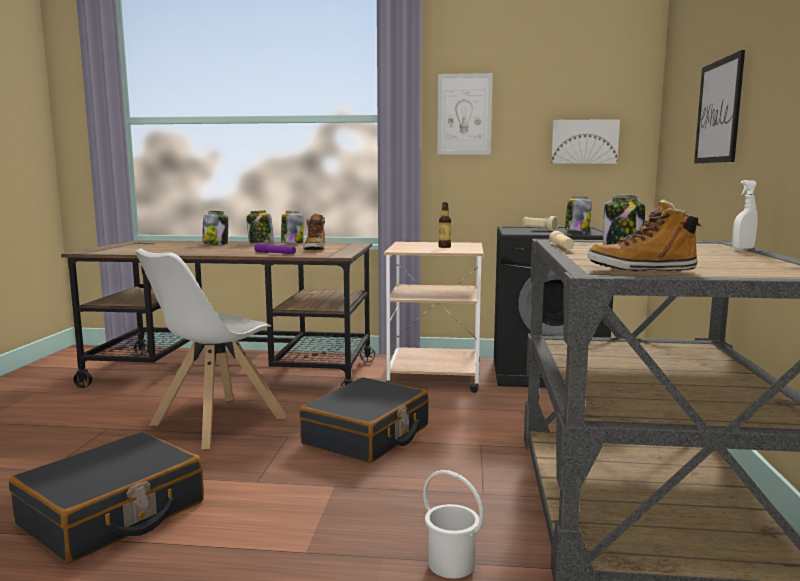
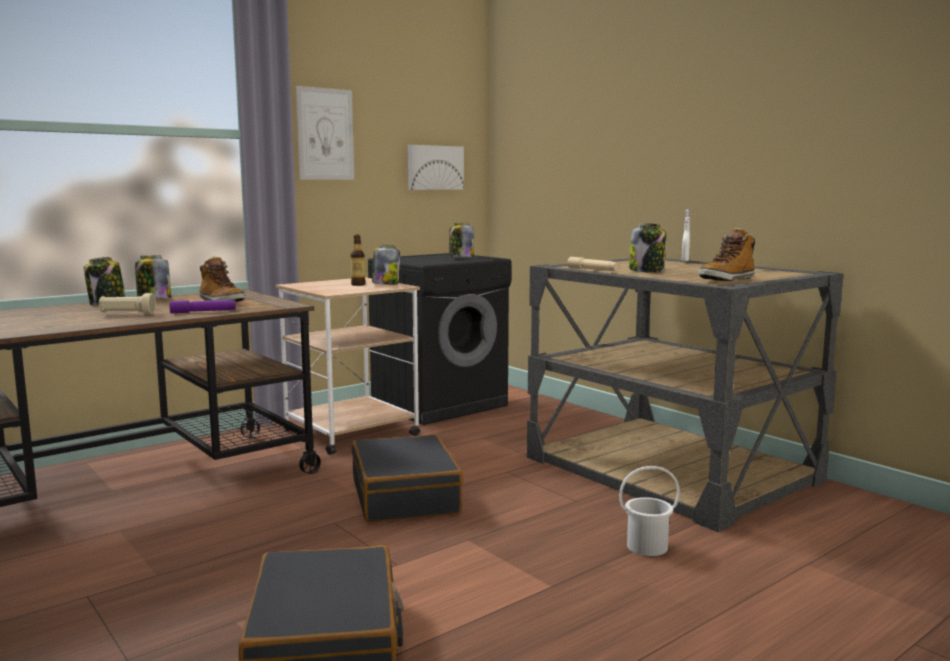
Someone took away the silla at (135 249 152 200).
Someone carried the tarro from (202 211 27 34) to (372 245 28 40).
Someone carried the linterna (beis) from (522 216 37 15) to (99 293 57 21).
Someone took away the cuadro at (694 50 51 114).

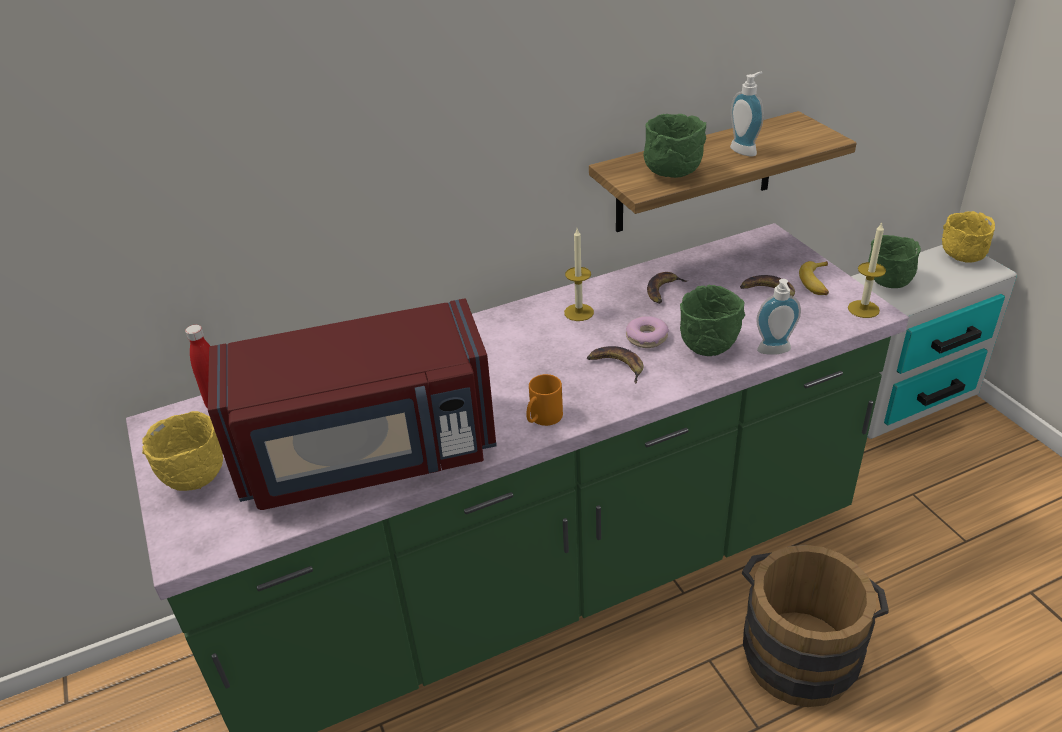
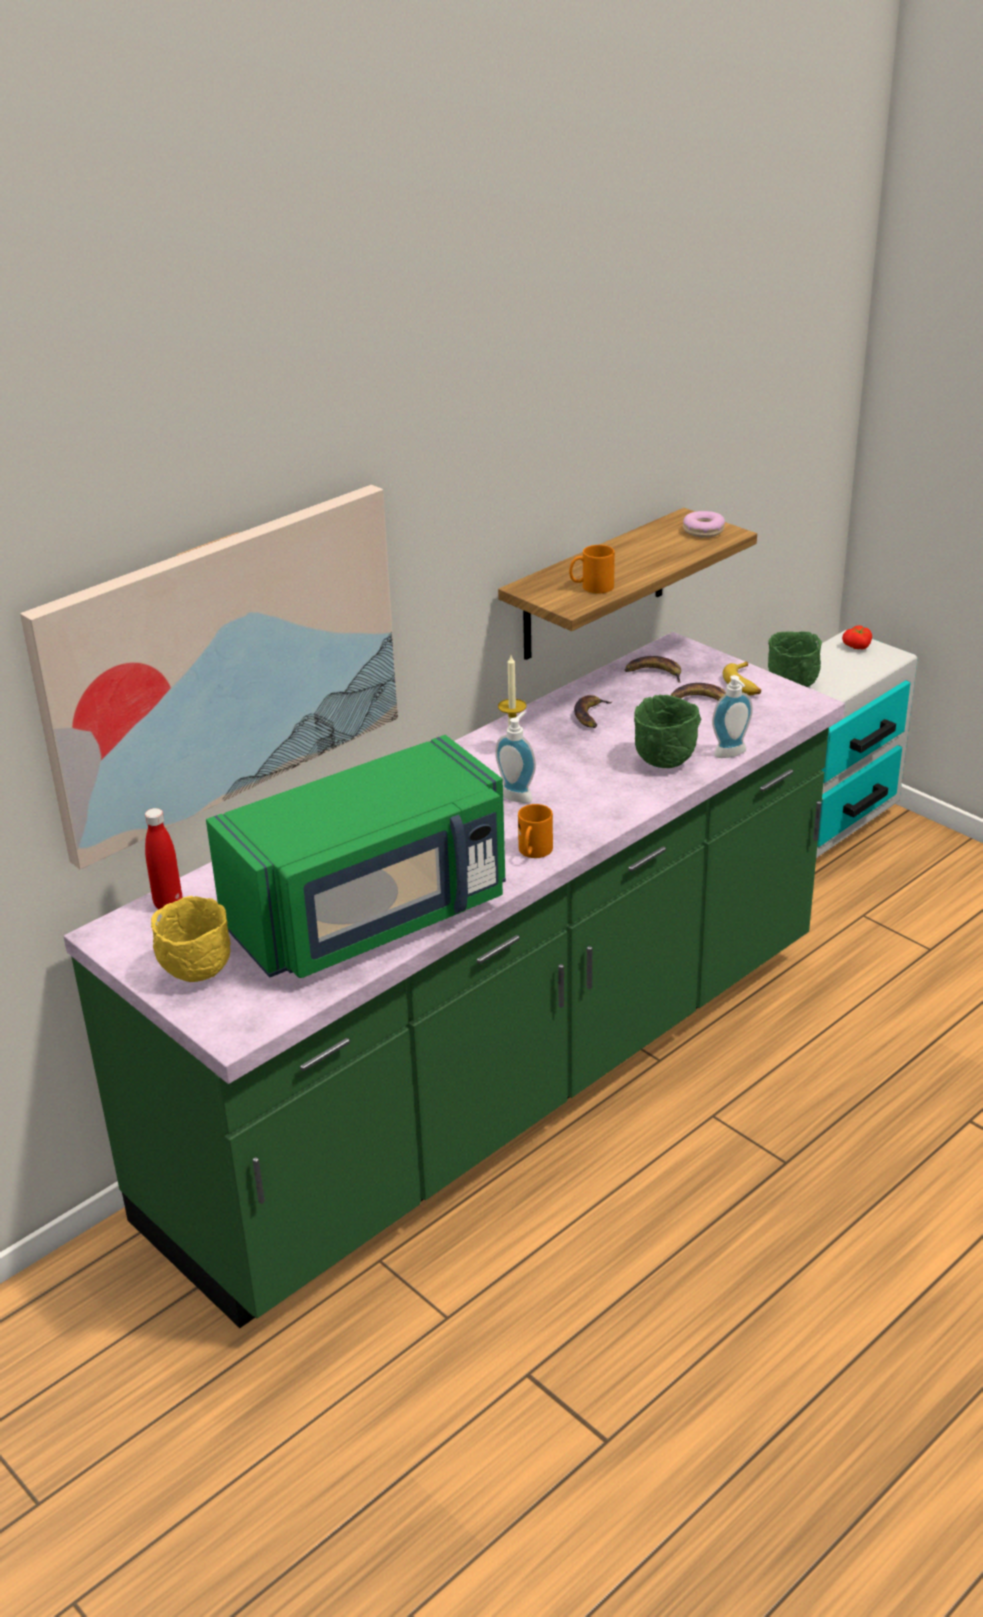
Someone repainted the microondas (rojo) at (208 298 289 212), which became the microondas (verde) at (206 735 300 243).
Someone carried the plátano from (587 346 57 37) to (625 656 56 27).
Someone carried the rosquilla from (626 316 43 32) to (683 511 42 27).
Someone swapped the cuenco (verde) at (643 114 63 64) for the taza grande (naranja) at (569 545 46 49).
Someone carried the dispensador de jabón from (730 72 34 84) to (495 712 41 91).
Someone took away the cubo (marrón) at (742 545 147 162).
Someone took away the vela at (848 222 38 96).
Someone swapped the cuenco (amarillo) at (942 211 53 52) for the tomate at (842 625 30 24).
Someone put up the cuadro at (20 485 378 384).

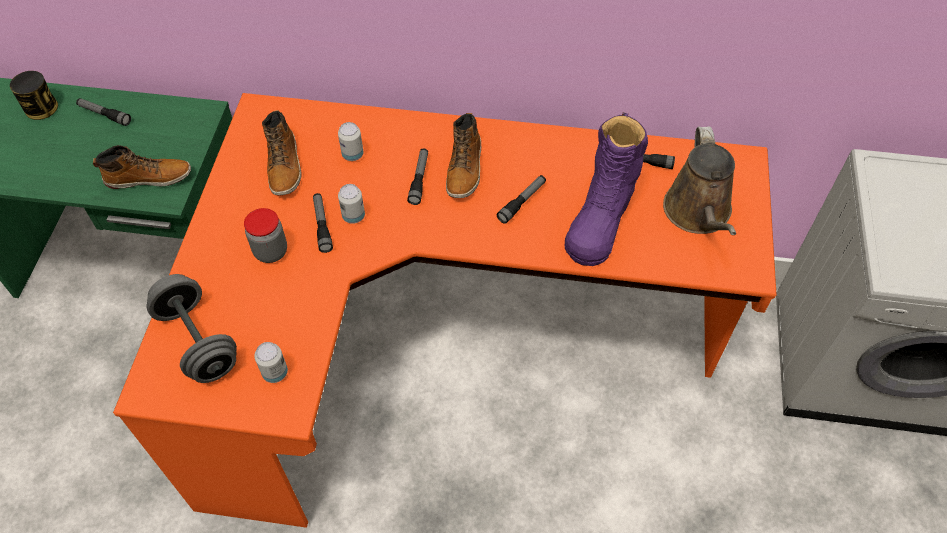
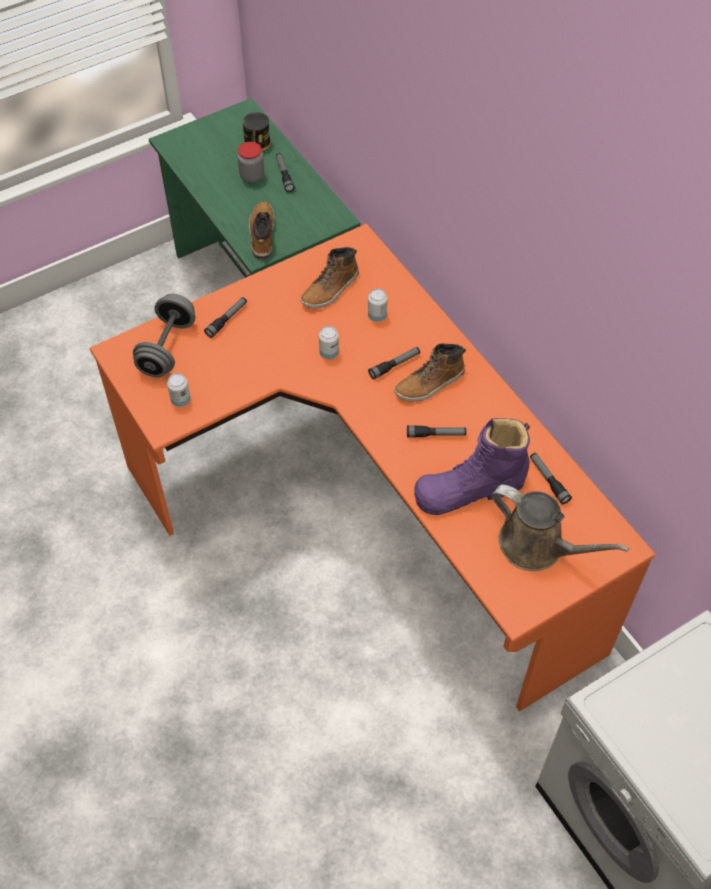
Someone rotated the bota at (93 145 98 44) by 135 degrees counterclockwise.
Someone carried the tarro from (244 208 43 55) to (238 142 26 41).
Someone carried the linterna from (313 193 20 60) to (204 297 43 41).
Someone rotated the regadera (marrón) at (663 126 73 109) by 105 degrees counterclockwise.

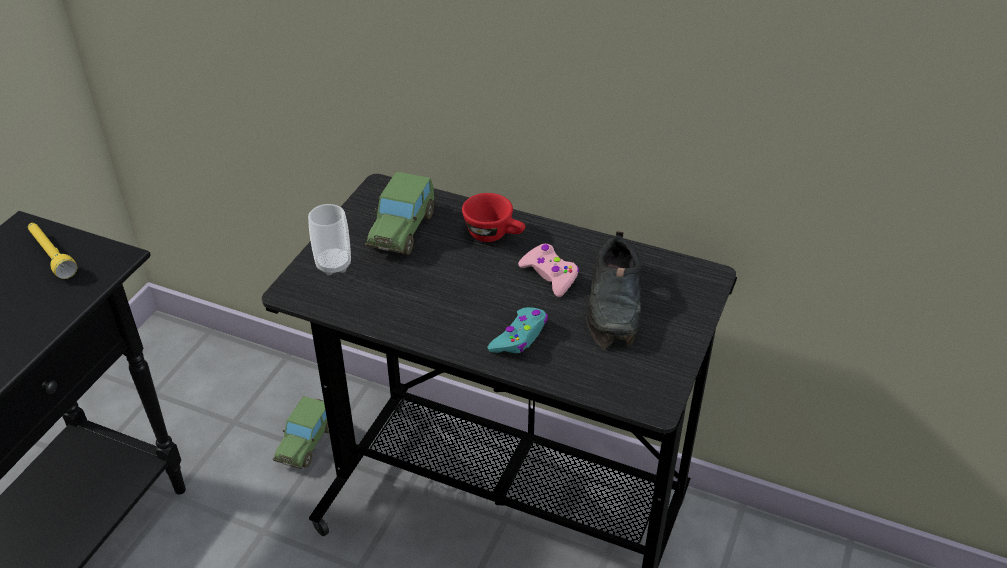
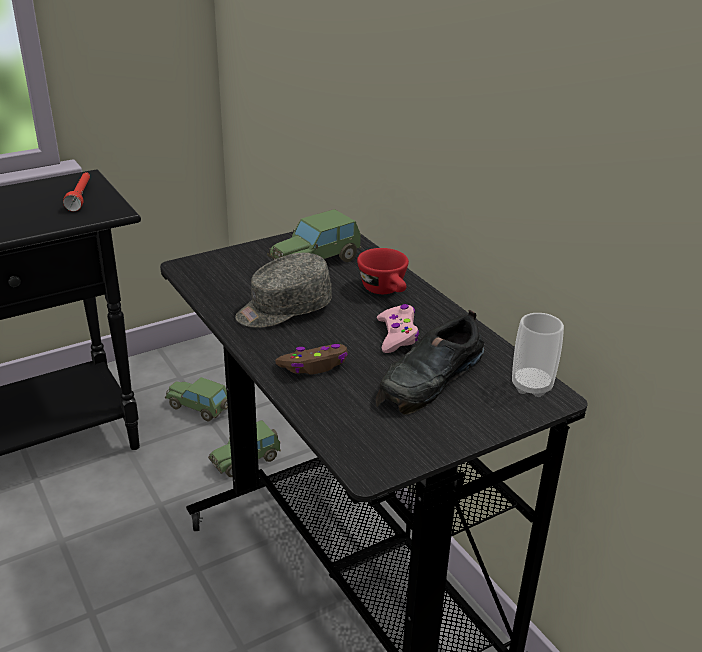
Someone repainted the linterna (amarillo) at (28 223 49 56), which became the linterna (rojo) at (63 172 27 40).
Someone carried the taza from (308 204 43 71) to (512 313 52 84).
Someone repainted the mando de consola (turquesa) at (488 307 60 46), which became the mando de consola (marrón) at (275 344 73 30).
Someone put down the coche de juguete at (165 377 63 44).
Someone put down the gorra (gris) at (235 253 97 75).

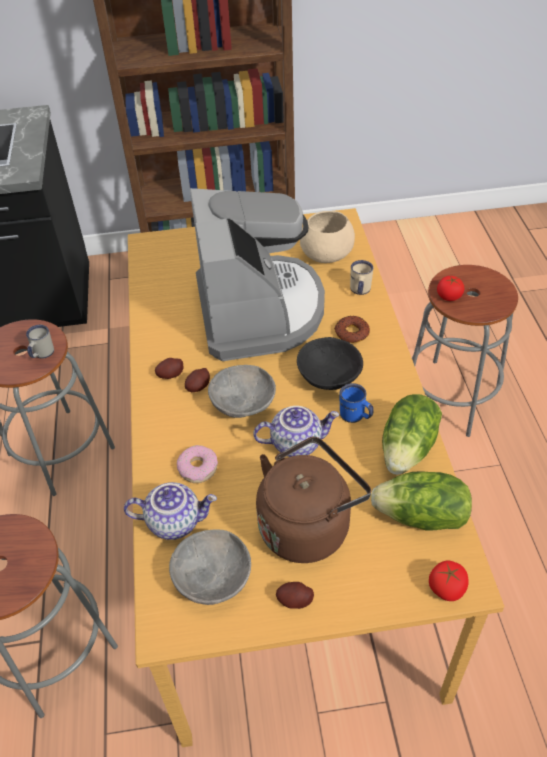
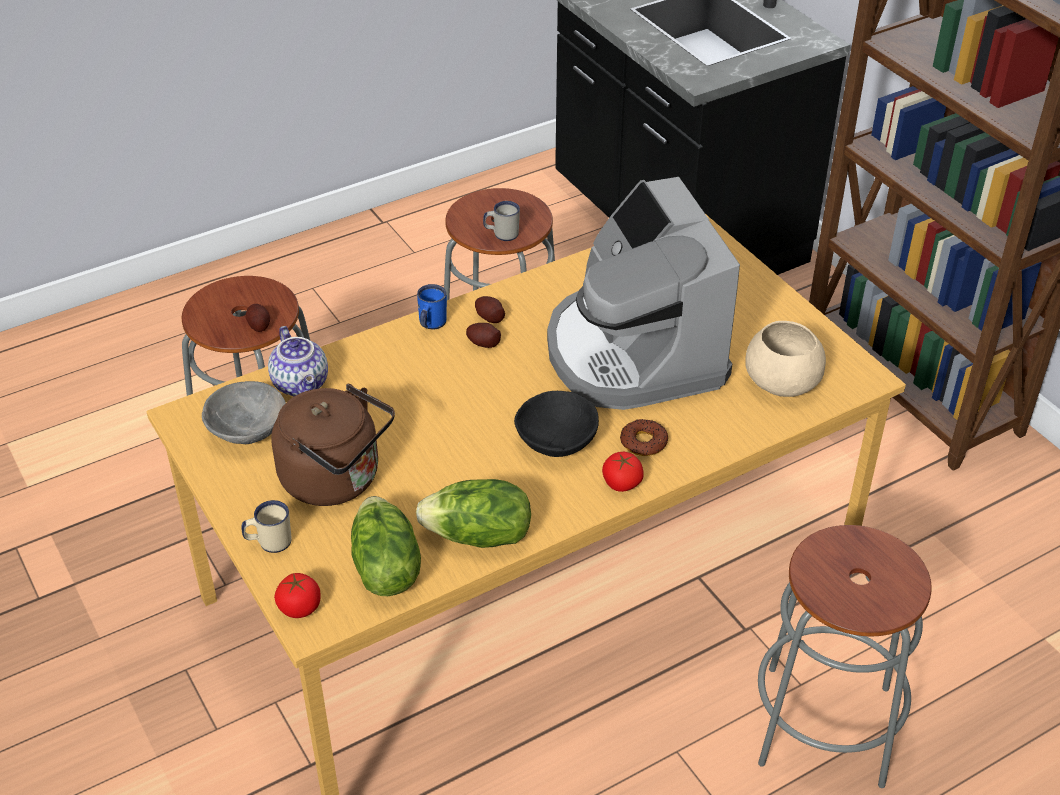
Someone took away the rosquilla at (177 445 41 38).
Someone rotated the cafetera at (190 188 135 173) by 105 degrees clockwise.
Someone took away the cuenco (gris) at (208 365 68 53).
Someone took away the tetera at (253 406 86 51).
Someone carried the patata from (276 582 38 27) to (245 304 25 28).
Someone carried the taza grande (azul) from (340 383 34 40) to (417 284 30 46).
Someone carried the taza grande (beis) from (350 260 23 35) to (242 500 49 53).
Someone carried the tomate from (437 276 27 25) to (602 452 42 40).

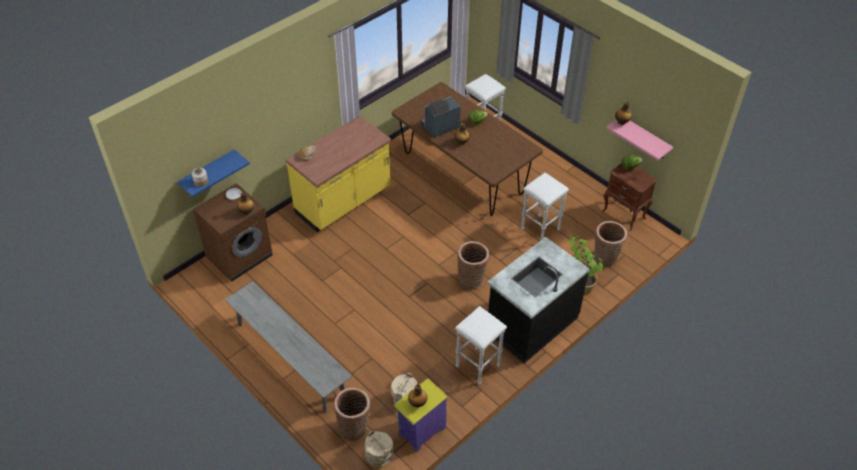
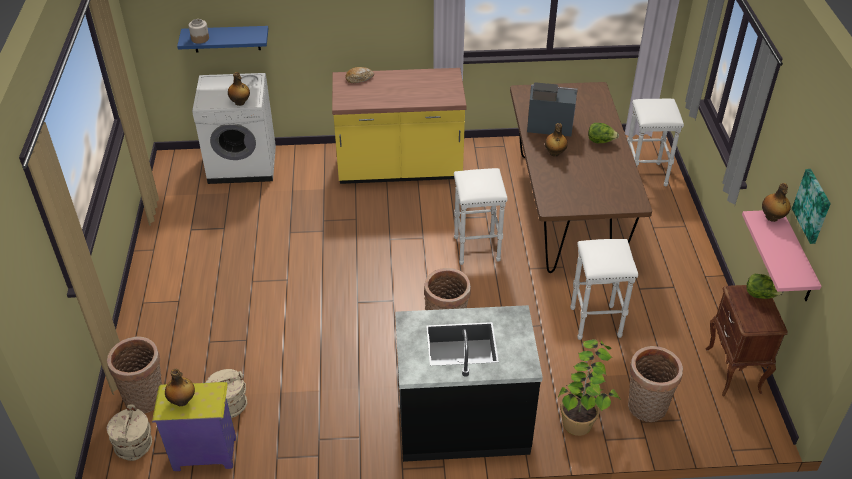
Someone repainted the lavadora (marrón) at (193 183 80 99), which became the lavadora (blanco) at (192 73 84 111).
Someone took away the banco (gris) at (225 281 127 132).
Someone carried the taburete (blanco) from (455 306 52 79) to (454 168 54 97).
Someone put up the cuadro at (792 169 39 75).

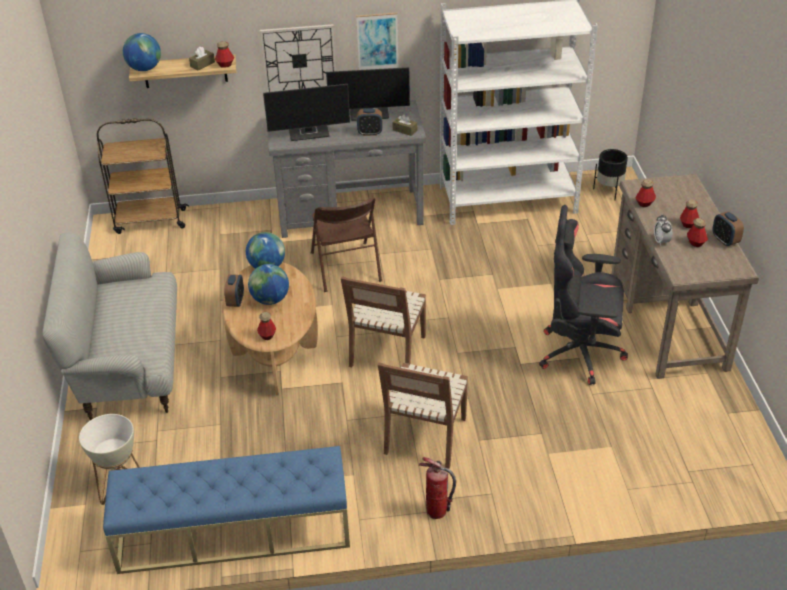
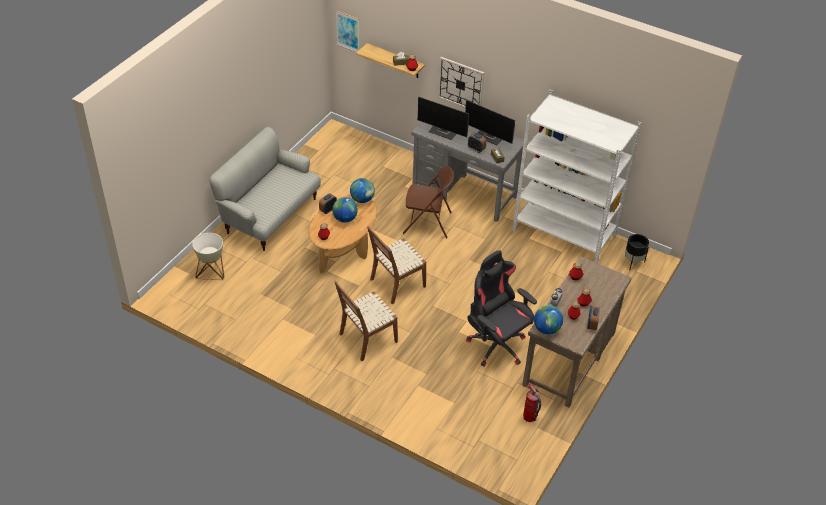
Someone took away the carrito (marrón) at (97 118 92 116).
Someone took away the banco (azul) at (103 446 247 128).
Someone carried the globo terráqueo from (123 33 38 38) to (534 305 29 29).
Someone rotated the silla (marrón) at (311 198 71 94) by 105 degrees counterclockwise.
Someone carried the cuadro from (356 13 42 57) to (336 10 23 42).
Someone carried the extintor from (419 457 37 62) to (523 383 18 39).

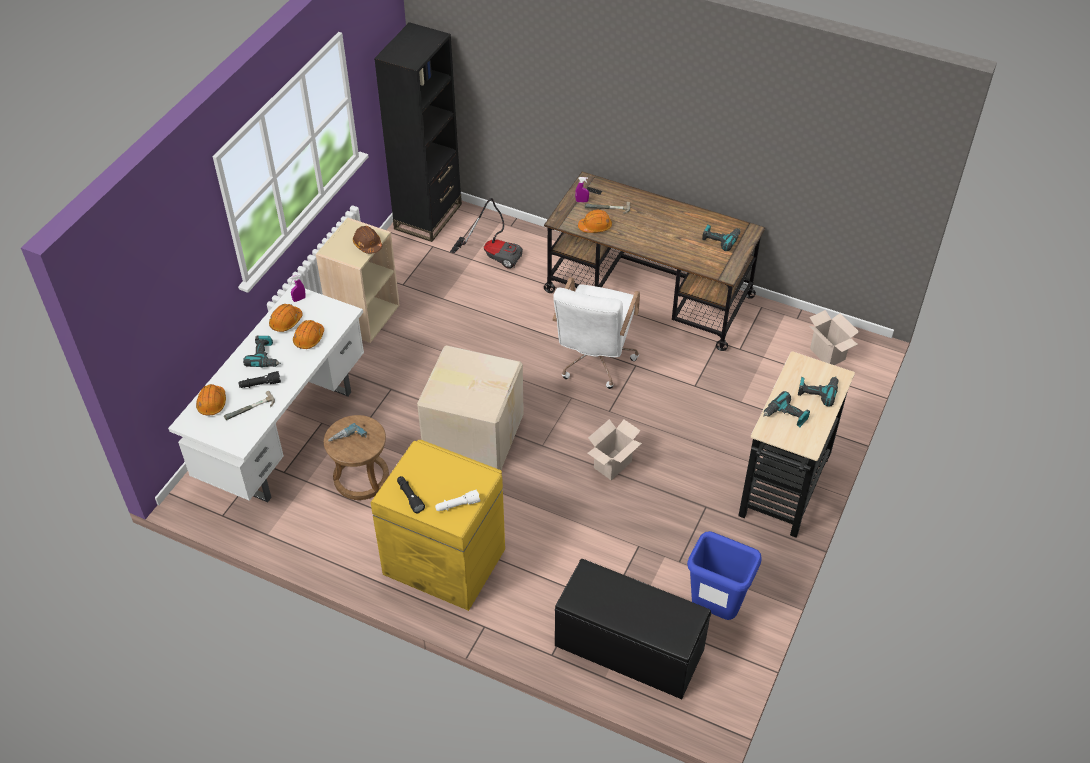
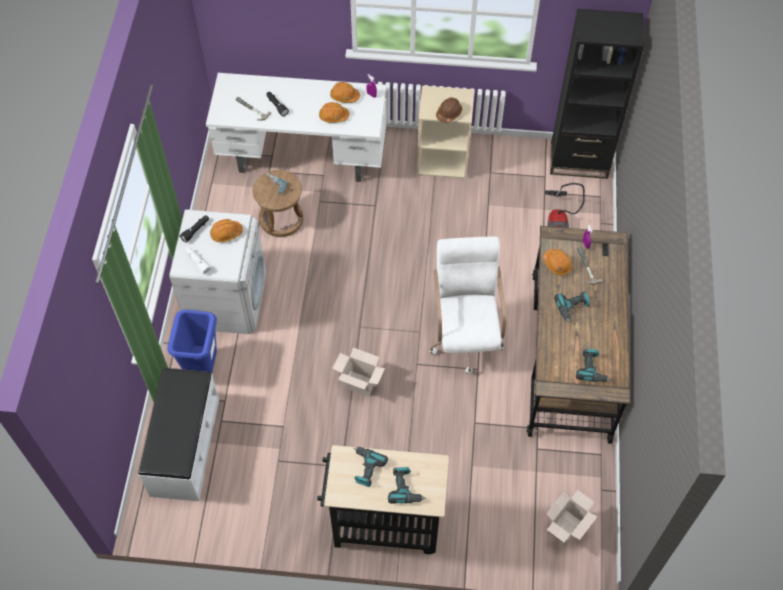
Someone carried the casco (naranja) from (196 384 30 31) to (210 219 33 23).
Someone carried the taladro from (243 335 38 32) to (554 291 36 31).
Someone repainted the lavadora (amarillo) at (371 440 134 171), which became the lavadora (blanco) at (169 209 97 125).
Someone took away the caja de cartón at (417 345 107 125).
Someone rotated the silla de oficina (blanco) at (553 277 87 112) by 90 degrees clockwise.
Someone repainted the banco (negro) at (555 559 156 140), which became the banco (blanco) at (138 368 81 133).
Someone carried the papelera (azul) from (687 531 75 89) to (167 310 50 63).

